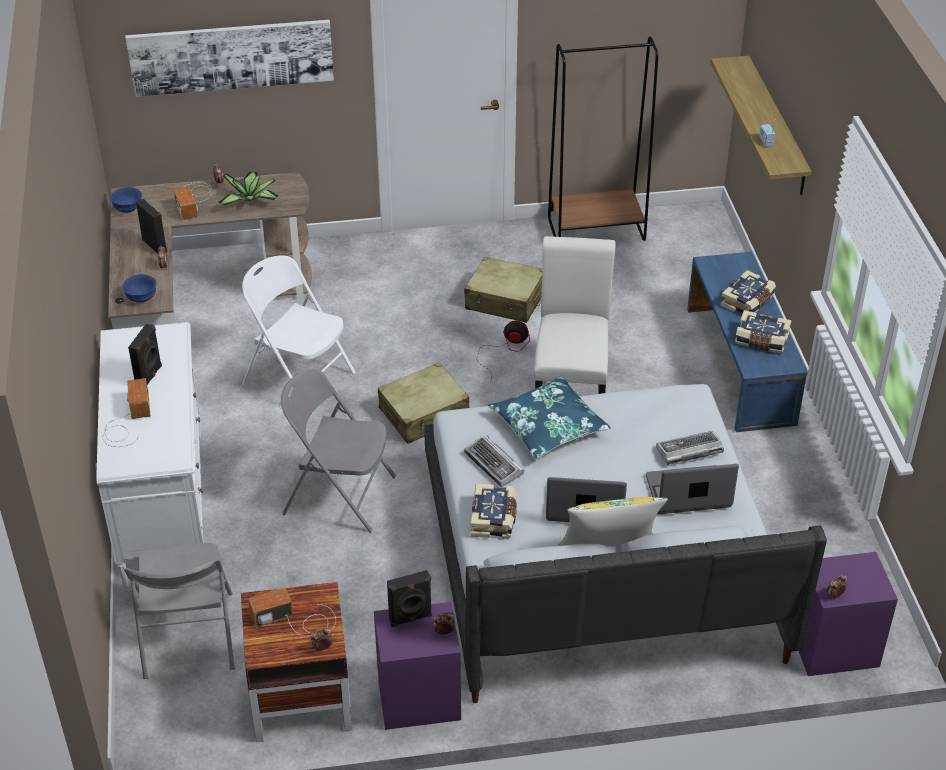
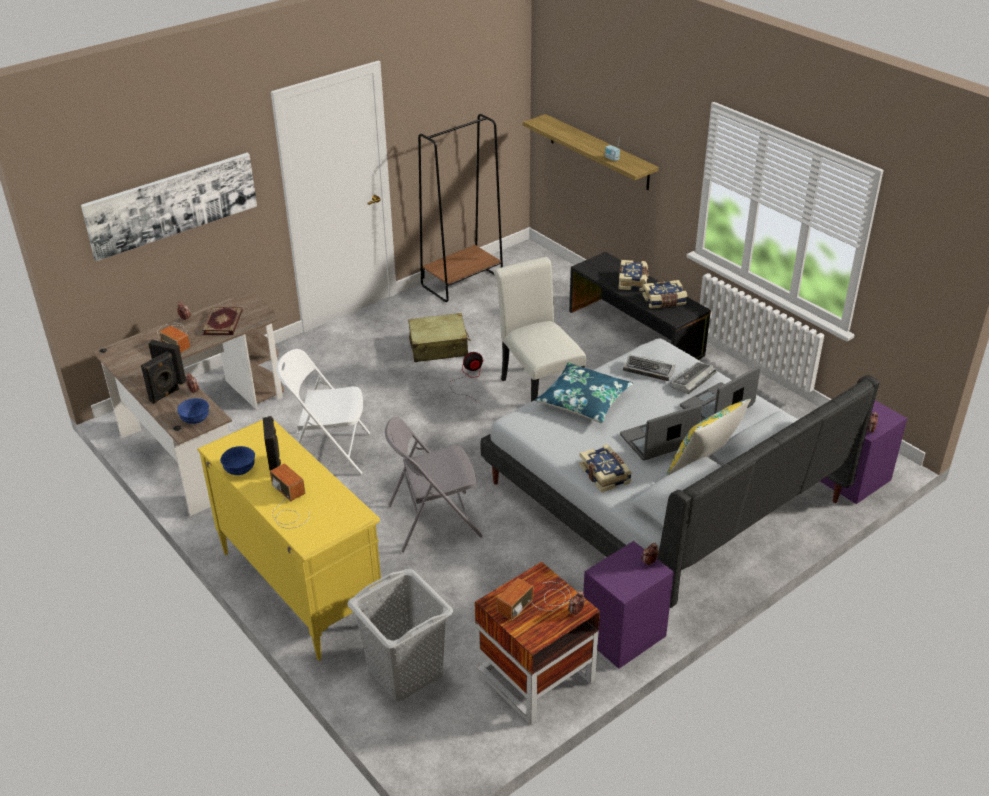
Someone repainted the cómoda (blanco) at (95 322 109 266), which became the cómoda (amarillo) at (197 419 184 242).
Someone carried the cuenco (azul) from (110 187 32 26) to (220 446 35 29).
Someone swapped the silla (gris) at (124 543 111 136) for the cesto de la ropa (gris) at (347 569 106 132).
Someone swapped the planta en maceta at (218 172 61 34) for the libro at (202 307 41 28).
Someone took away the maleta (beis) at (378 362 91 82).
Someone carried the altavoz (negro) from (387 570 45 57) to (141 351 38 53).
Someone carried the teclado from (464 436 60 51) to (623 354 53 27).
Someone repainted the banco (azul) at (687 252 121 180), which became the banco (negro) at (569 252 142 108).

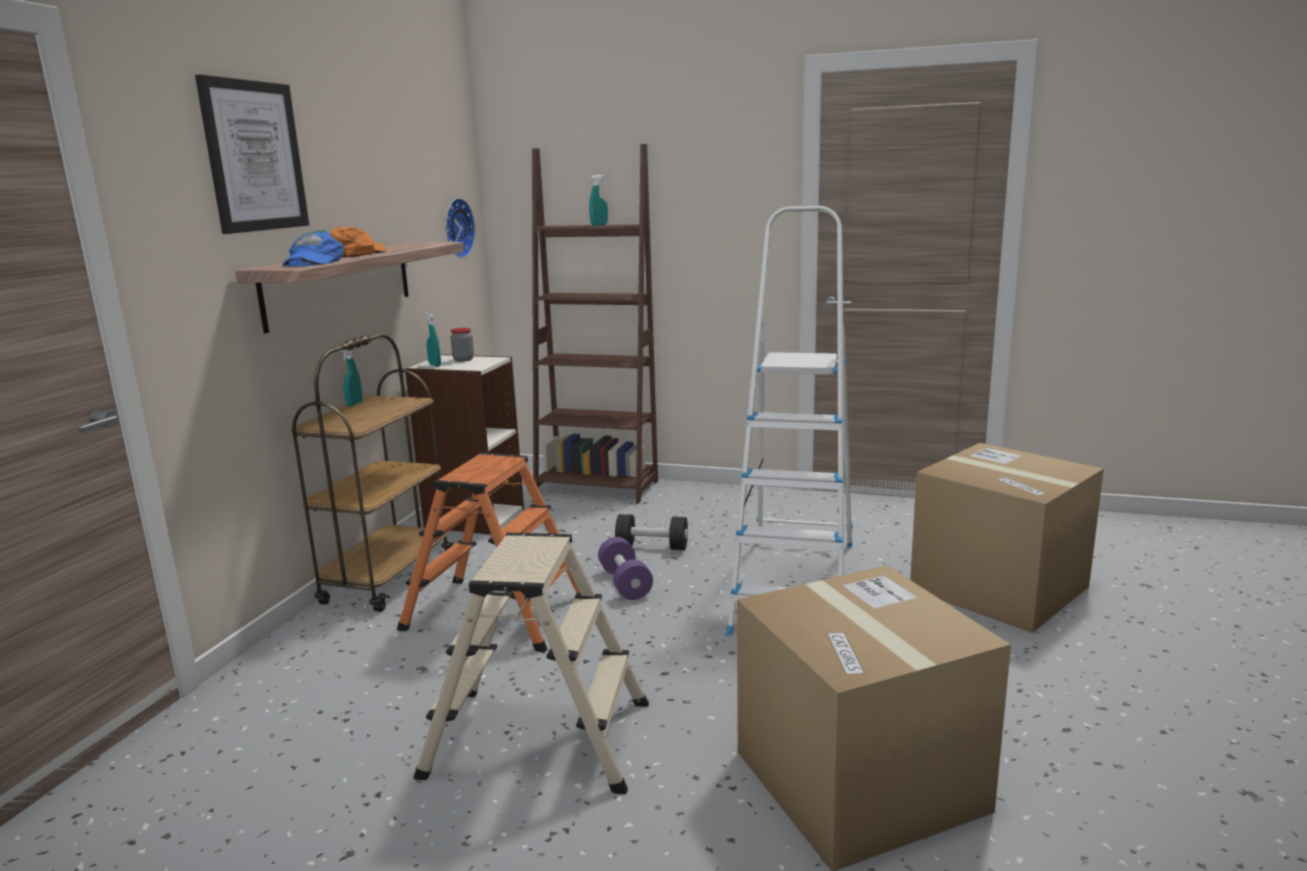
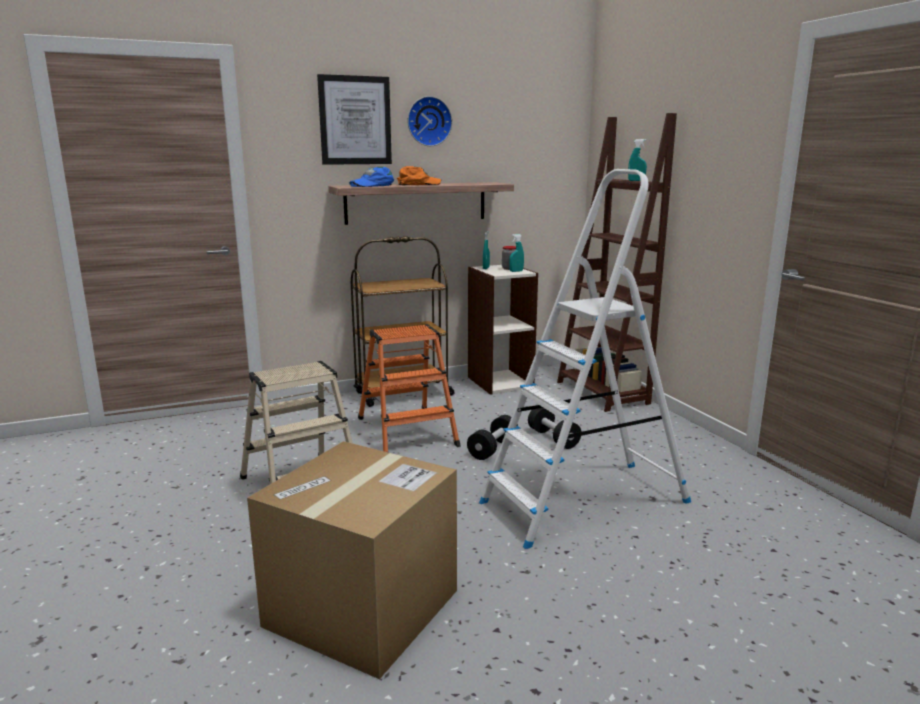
Someone carried the pulverizador (turquesa) from (341 349 21 57) to (509 234 15 38).
Someone carried the reloj de pared from (445 198 31 60) to (407 96 45 50).
Someone repainted the mancuerna (morado) at (598 537 55 63), which became the mancuerna (negro) at (467 415 51 45).
Someone took away the caja de cartón at (910 443 194 190).

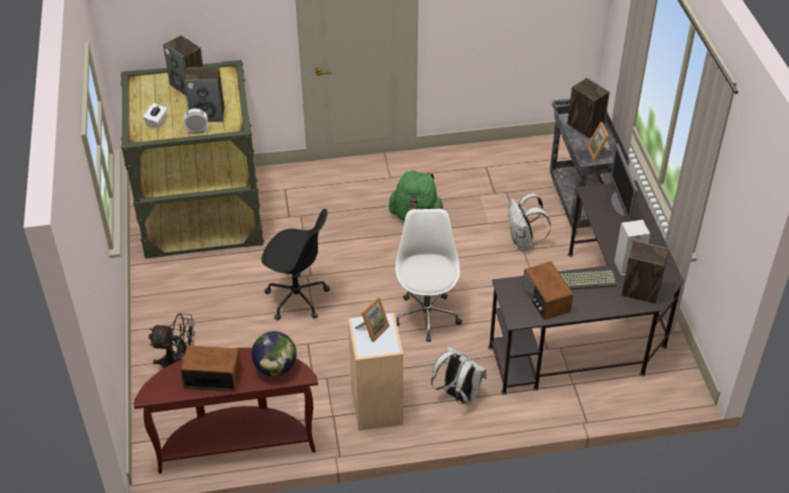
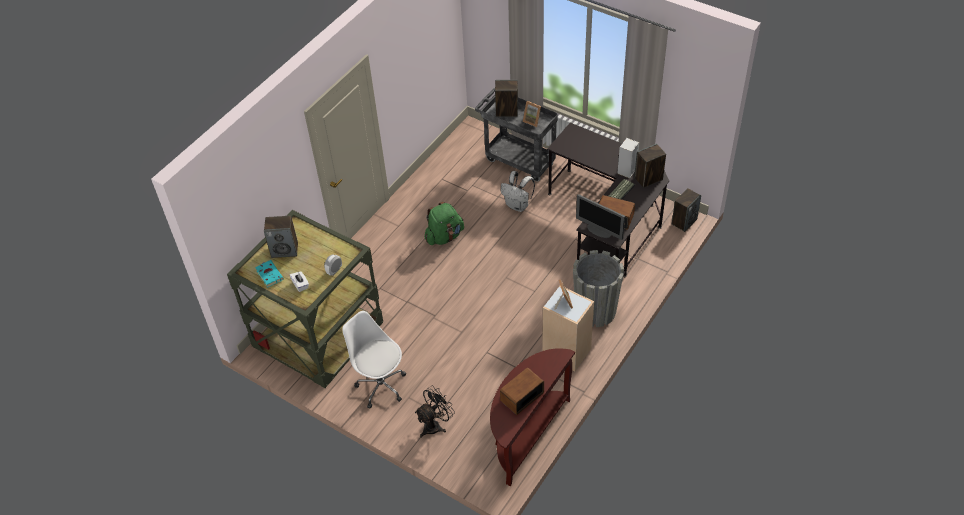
Someone carried the altavoz from (184 67 40 55) to (672 188 29 44).
Someone took away the globo terráqueo at (251 331 46 45).
Someone took away the silla de oficina (negro) at (261 209 69 111).
Someone carried the silla de oficina (blanco) from (395 209 67 133) to (342 311 64 98).
Someone swapped the mochila (blanco) at (431 346 56 58) for the maceta (gris) at (573 250 51 77).
Someone carried the monitor from (610 143 28 79) to (576 194 49 46).
Someone put down the libro (turquesa) at (255 260 29 28).

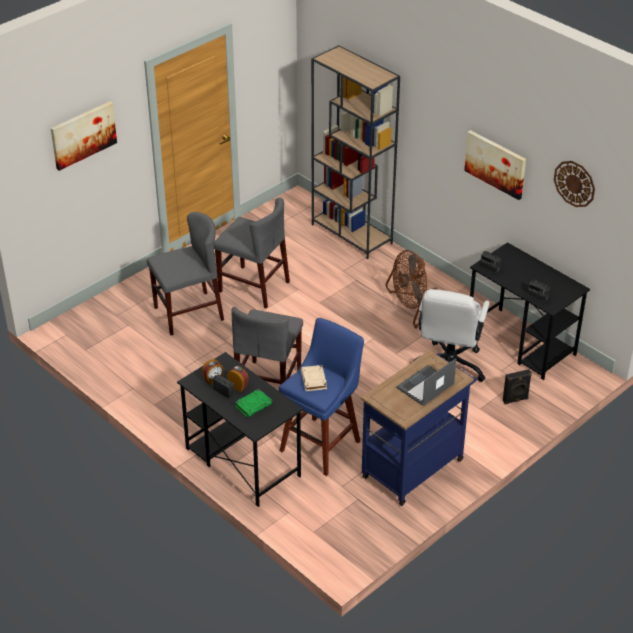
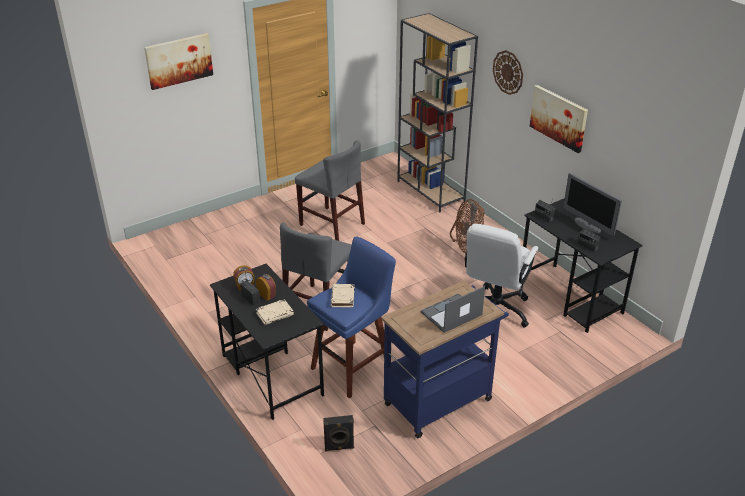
Someone took away the silla (gris) at (147 212 77 123).
Someone repainted the libro (verde) at (235 389 38 29), which became the libro (beis) at (256 299 38 26).
Someone carried the altavoz (negro) from (503 369 29 35) to (323 415 31 36).
Someone carried the reloj de pared from (554 161 41 46) to (493 50 30 45).
Someone put down the monitor at (563 173 59 63).

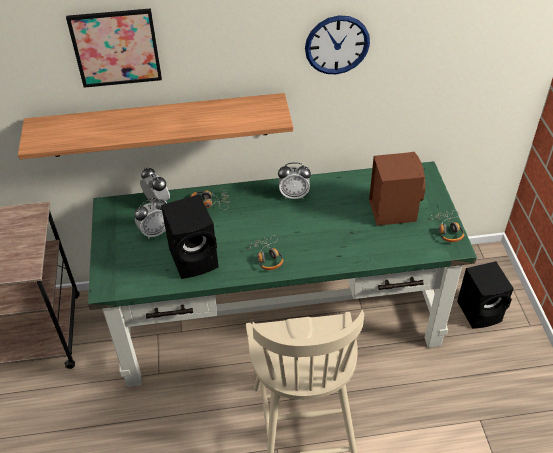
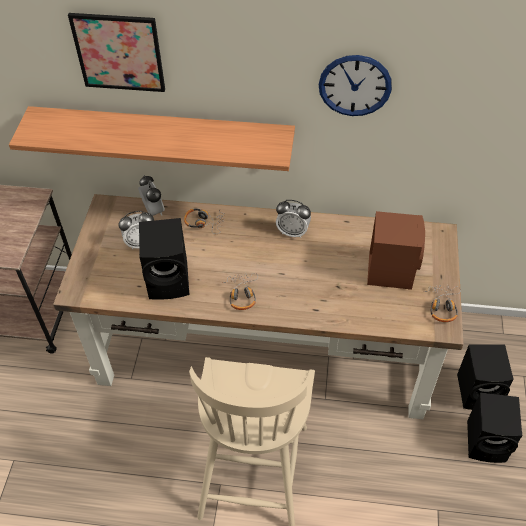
Someone repainted the escritorio (verde) at (88 161 389 226), which became the escritorio (marrón) at (53 194 410 225).
Someone put down the altavoz (negro) at (467 393 55 70).

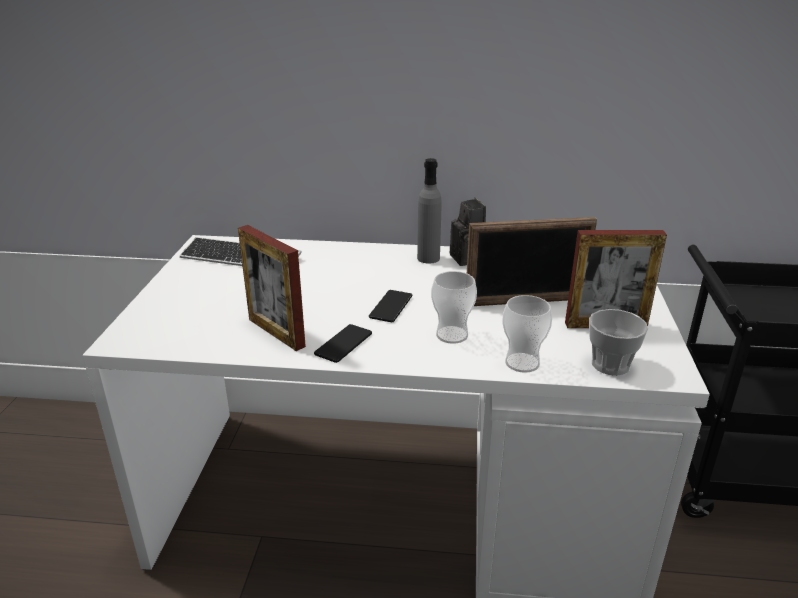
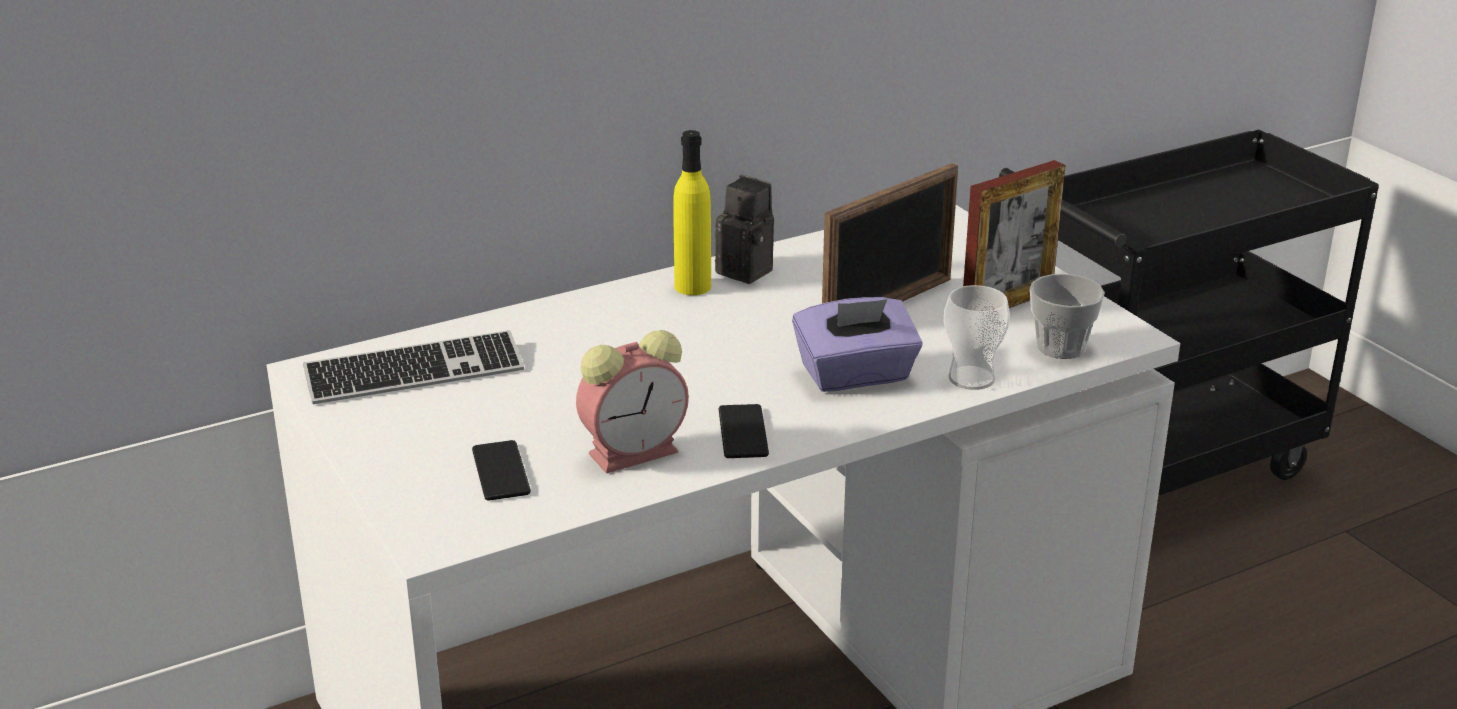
Someone swapped the portarretratos at (238 225 68 126) for the despertador at (576 330 113 144).
Someone carried the móvil from (369 290 43 32) to (472 440 59 61).
Someone repainted the botella (gris) at (417 158 24 106), which became the botella (amarillo) at (673 130 38 165).
Someone swapped the taza at (431 271 46 73) for the caja de pañuelos (morado) at (792 297 131 95).

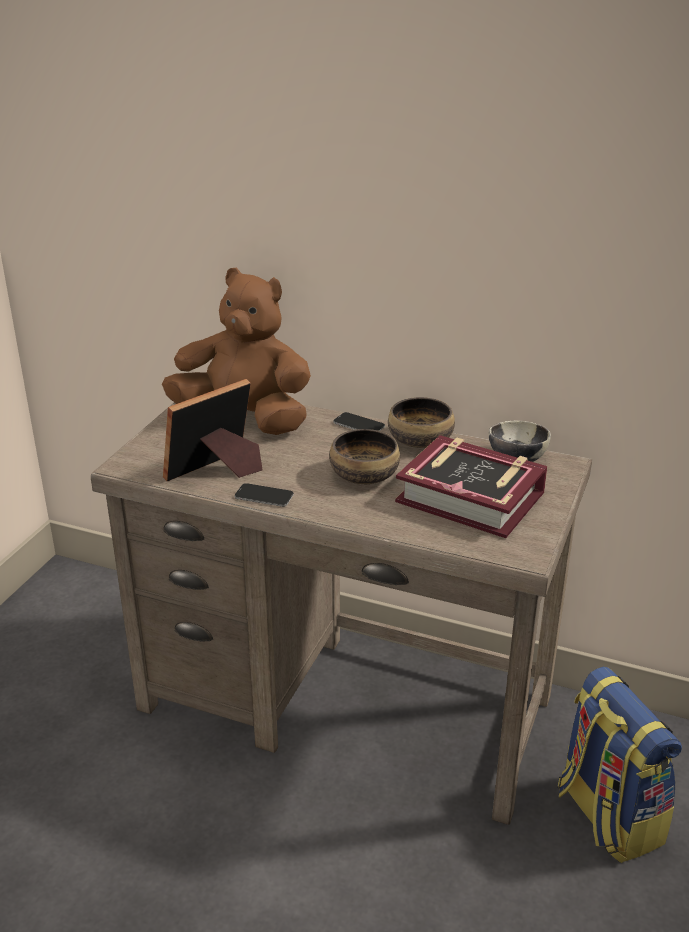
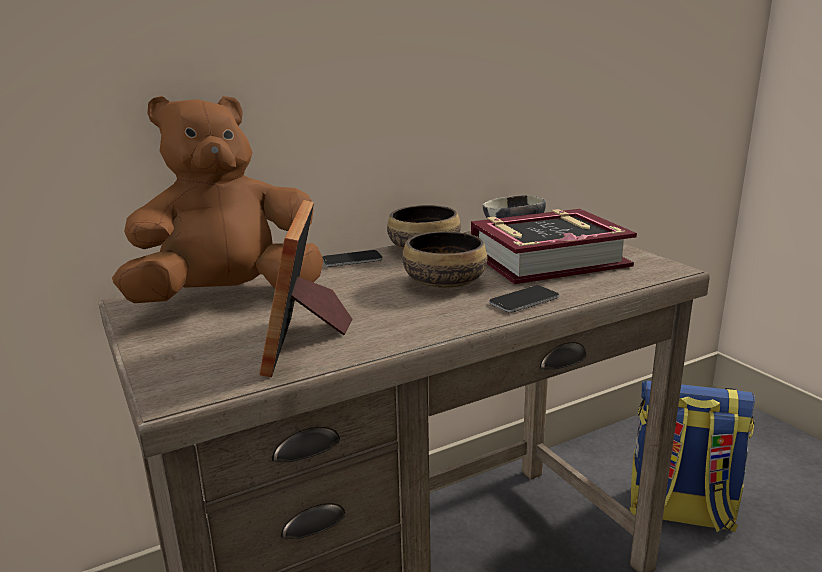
Someone carried the móvil from (234 483 60 24) to (489 286 70 27).

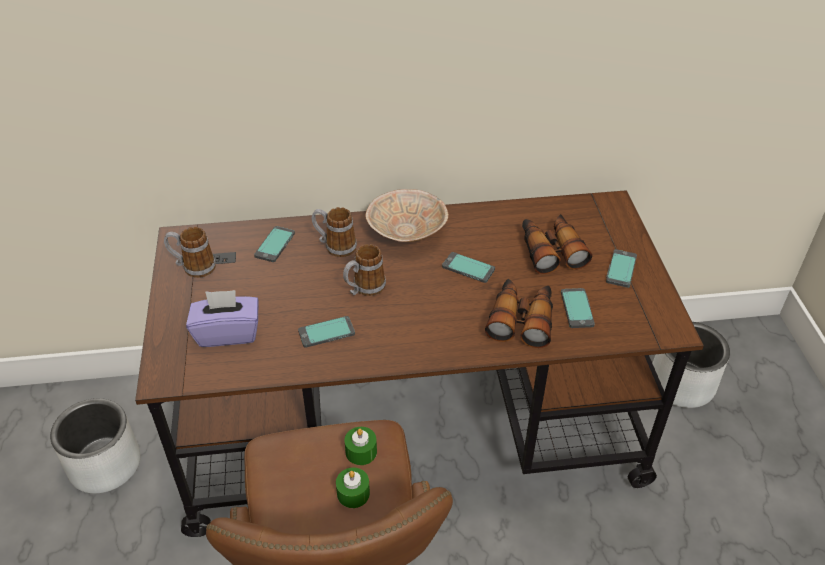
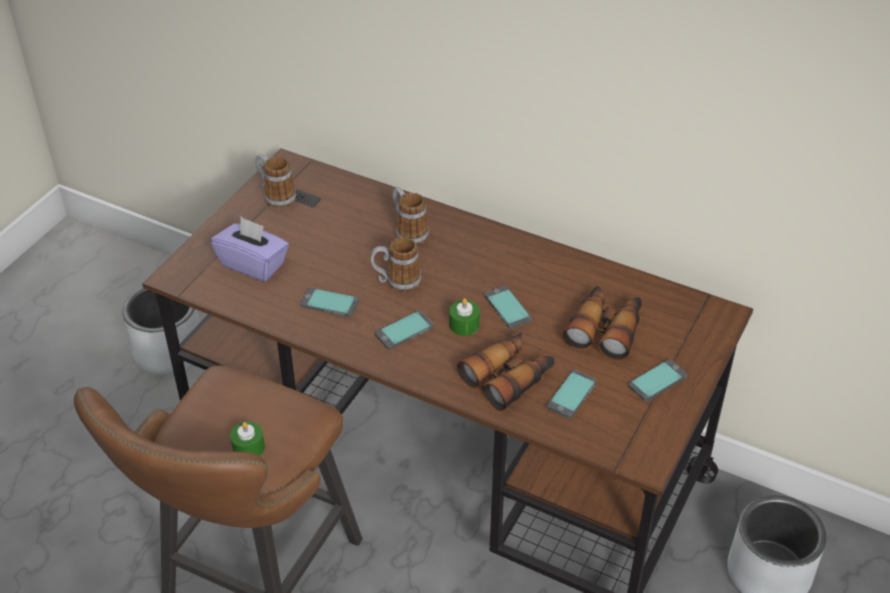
Someone carried the móvil from (254 226 41 36) to (375 310 59 40).
Someone carried the vela (verde) from (345 427 32 38) to (449 298 31 38).
Someone took away the cuenco (beis) at (365 189 83 53).

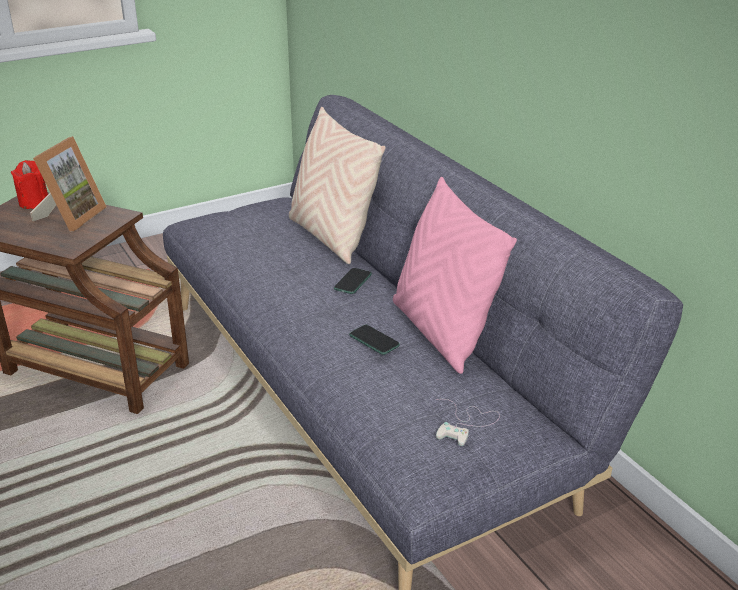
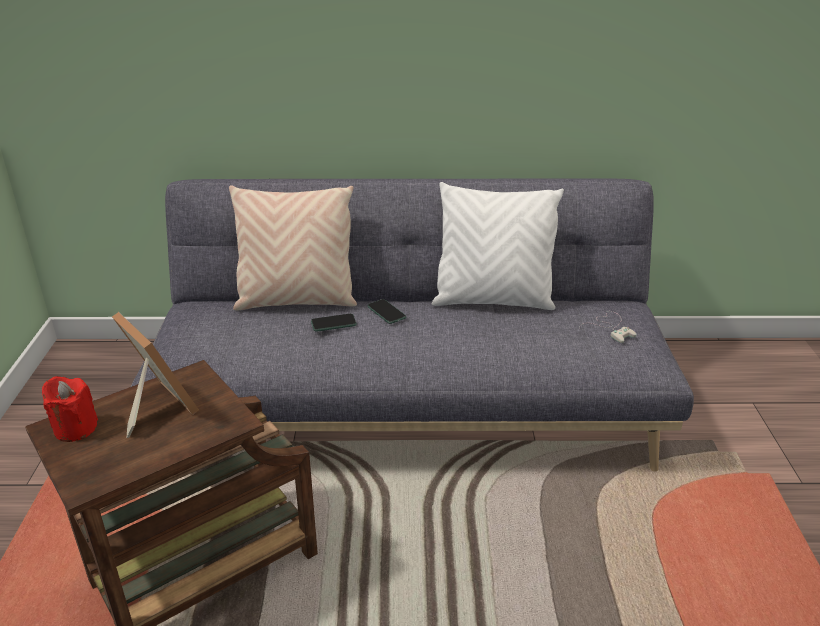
Someone carried the móvil from (349 325 51 30) to (311 314 46 18).
Someone repainted the cojín (rosa) at (393 177 124 197), which became the cojín (blanco) at (432 182 132 128).

